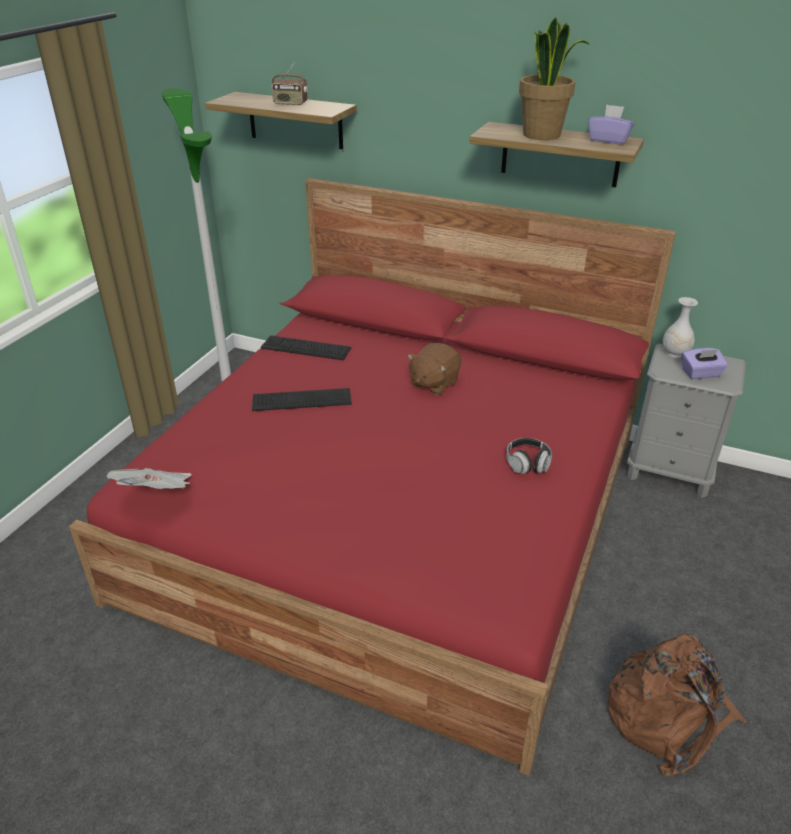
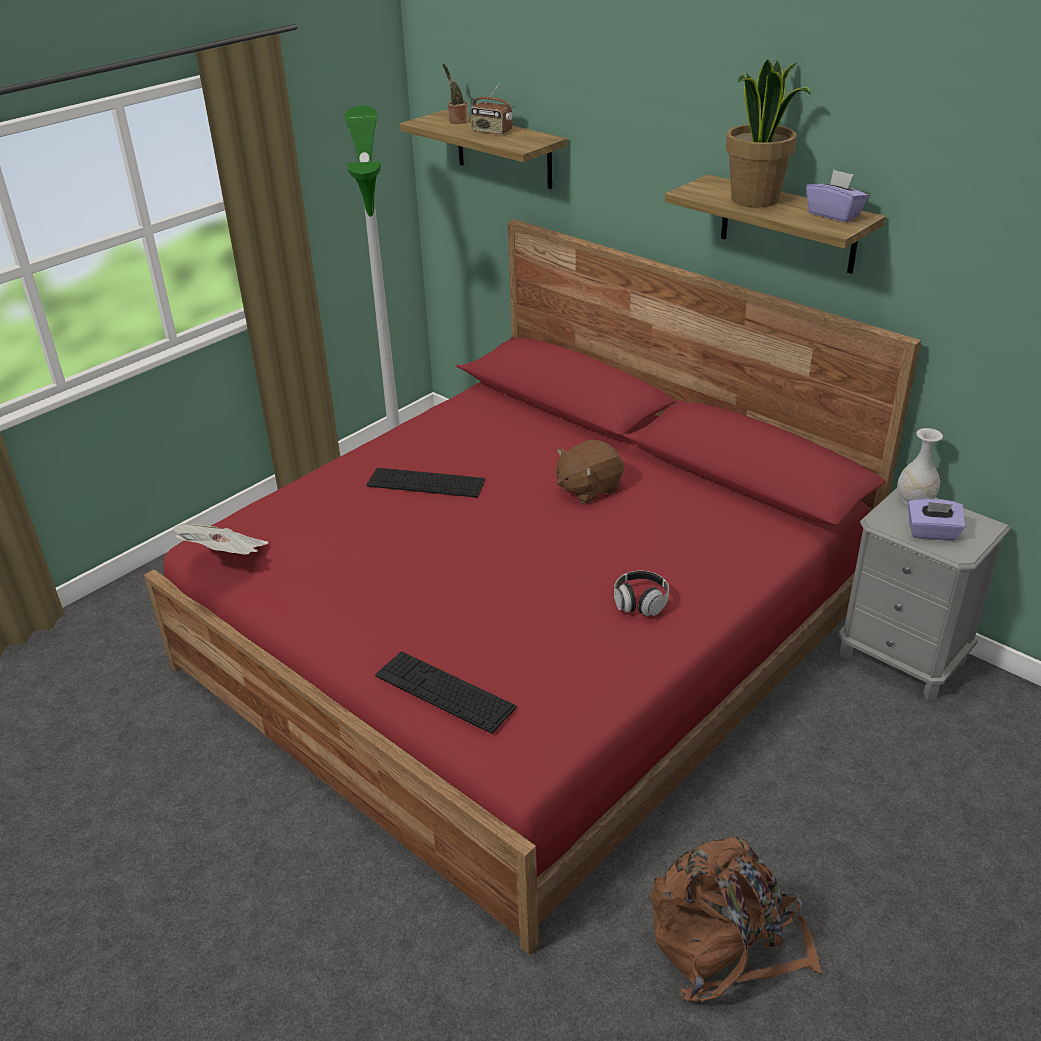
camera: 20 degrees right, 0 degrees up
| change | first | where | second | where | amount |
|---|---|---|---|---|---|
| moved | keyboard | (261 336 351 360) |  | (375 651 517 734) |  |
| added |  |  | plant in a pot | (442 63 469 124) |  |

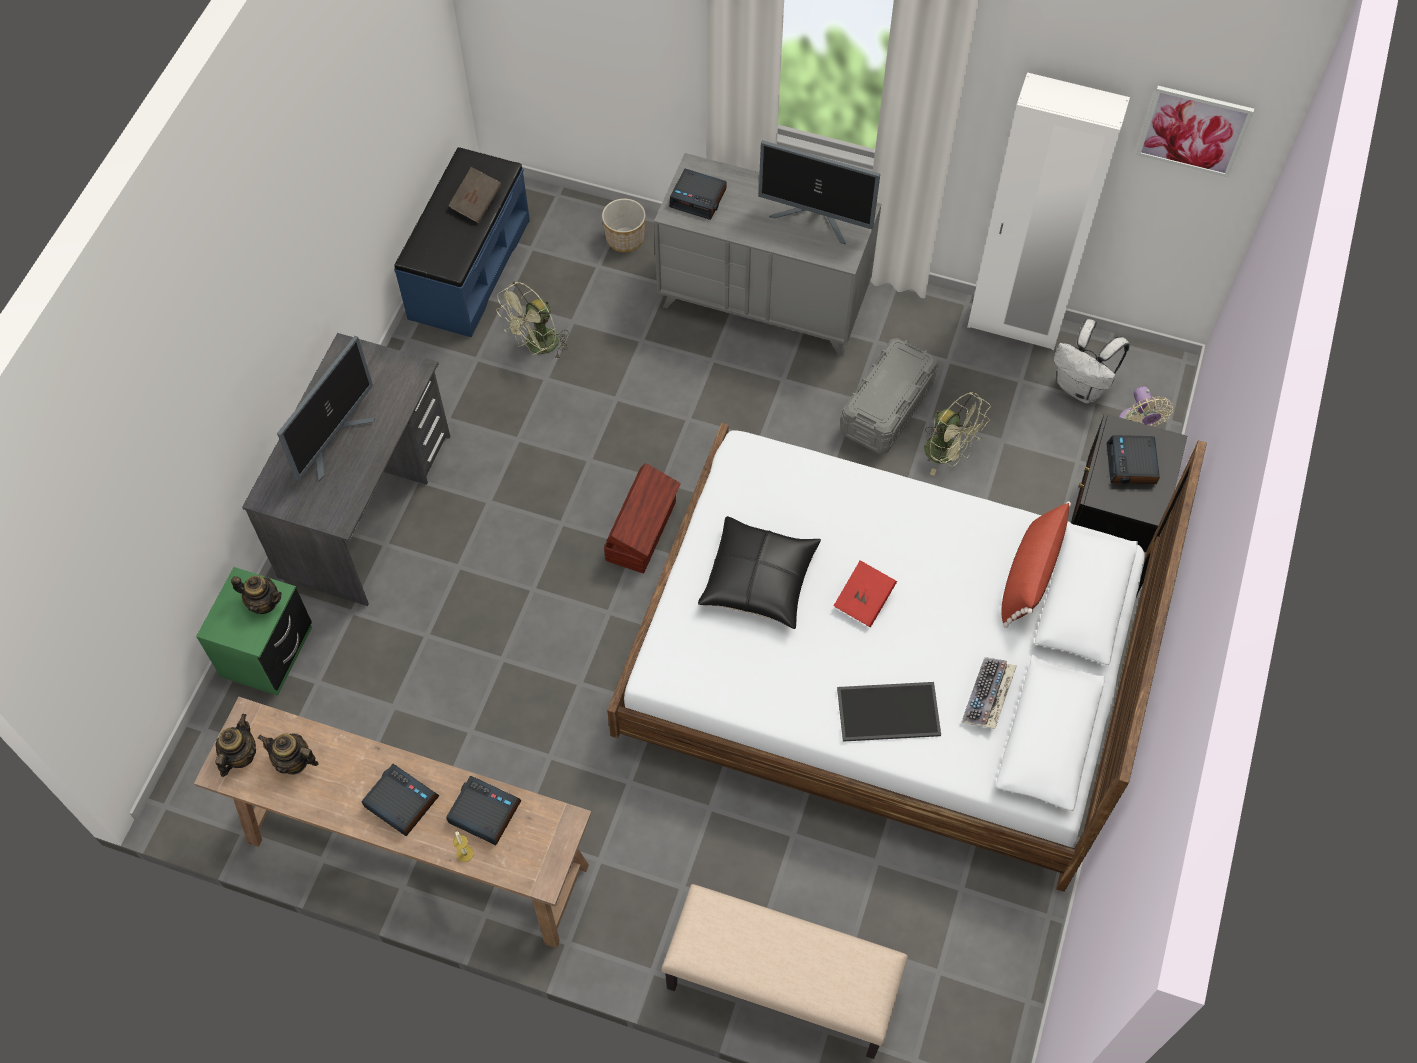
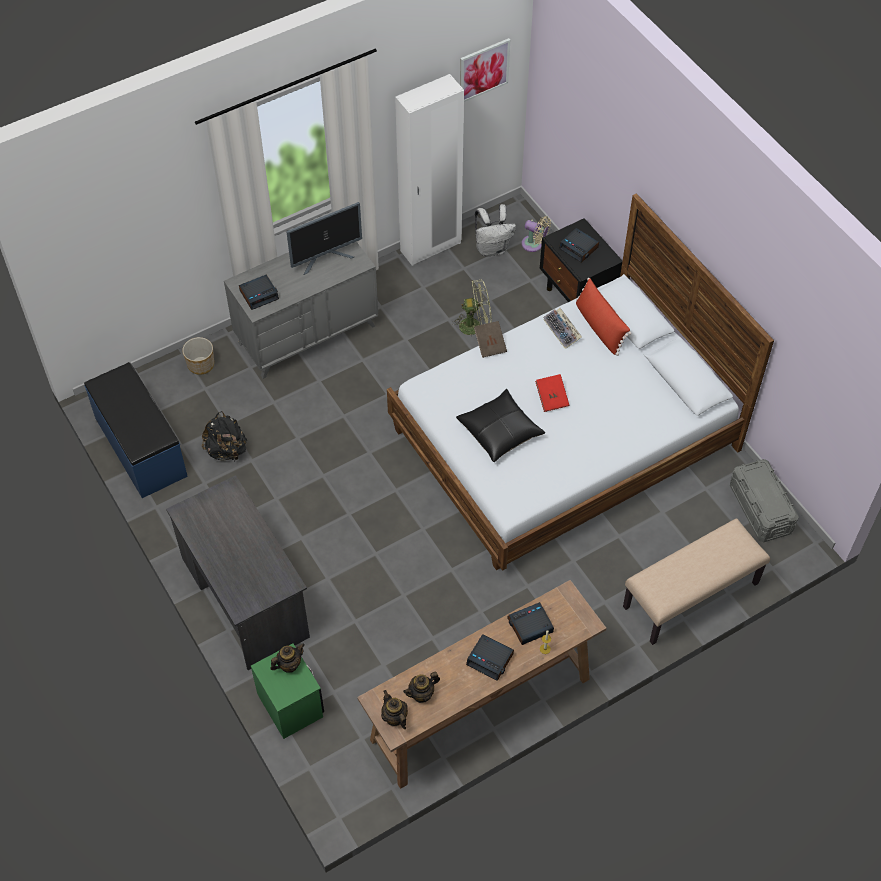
camera: 50 degrees left, 5 degrees down
| change | first | where | second | where | amount |
|---|---|---|---|---|---|
| moved | book/brown | (448 167 502 223) |  | (474 321 507 358) |  |
| replaced | cooling fan/green | (496 281 569 360) | rucksack/black | (201 411 247 462) |  |
| removed | monitor | (277 336 375 482) |  |  |  |
| moved | storage bin/grey | (840 338 938 454) |  | (730 459 798 543) |  |
| removed | storage bin/brown | (604 463 681 573) |  |  |  |
| moved | keyboard | (962 657 1017 728) |  | (543 308 582 349) |  |
| removed | serving tray | (837 682 941 742) |  |  |  |
| turned | table clock | (362 764 440 836) |  | (466 634 514 681) | 135 degrees counterclockwise |

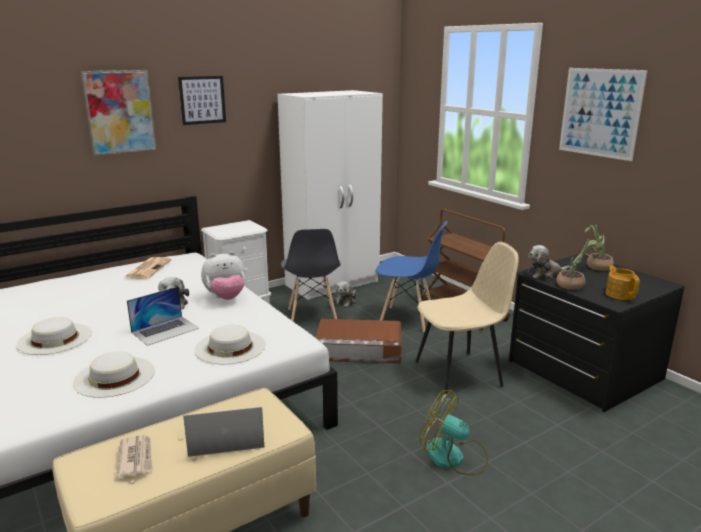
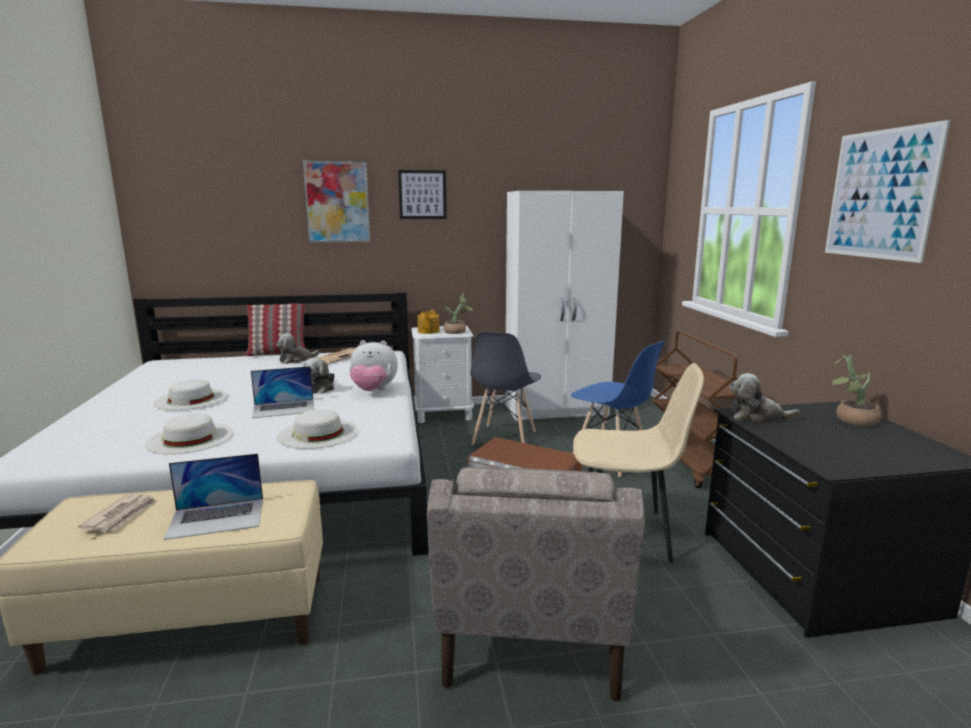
camera: 25 degrees right, 5 degrees down
| change | first | where | second | where | amount |
|---|---|---|---|---|---|
| moved | plant in a pot | (557 239 597 290) |  | (444 293 473 334) |  |
| moved | tea pot | (606 265 640 300) |  | (418 310 440 334) |  |
| moved | plush toy | (335 281 356 307) |  | (276 334 319 364) |  |
| replaced | cooling fan | (420 390 488 475) | easy chair/sand-coloured | (427 467 645 701) |  |
| turned | notebook computer | (183 407 264 457) |  | (164 453 263 540) | 150 degrees clockwise |
| added |  |  | cushion | (246 303 306 356) |  |

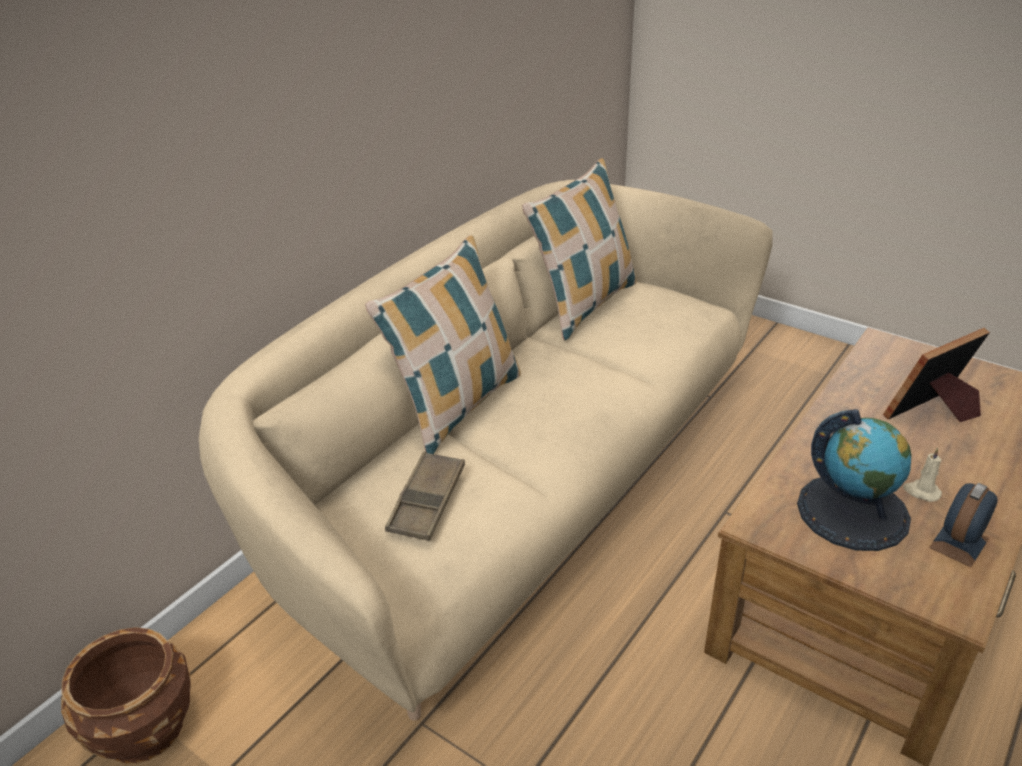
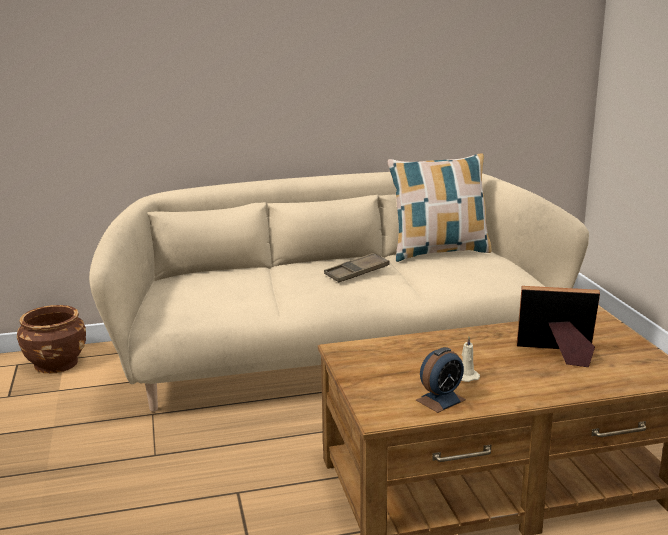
camera: 40 degrees right, 15 degrees down
| change | first | where | second | where | amount |
|---|---|---|---|---|---|
| removed | cushion | (365 235 521 454) |  |  |  |
| removed | desk globe | (797 409 912 551) |  |  |  |
| moved | serving tray/brown | (385 451 465 541) |  | (324 253 390 282) |  |
| turned | table clock | (929 483 997 567) |  | (416 347 466 413) | 150 degrees clockwise |

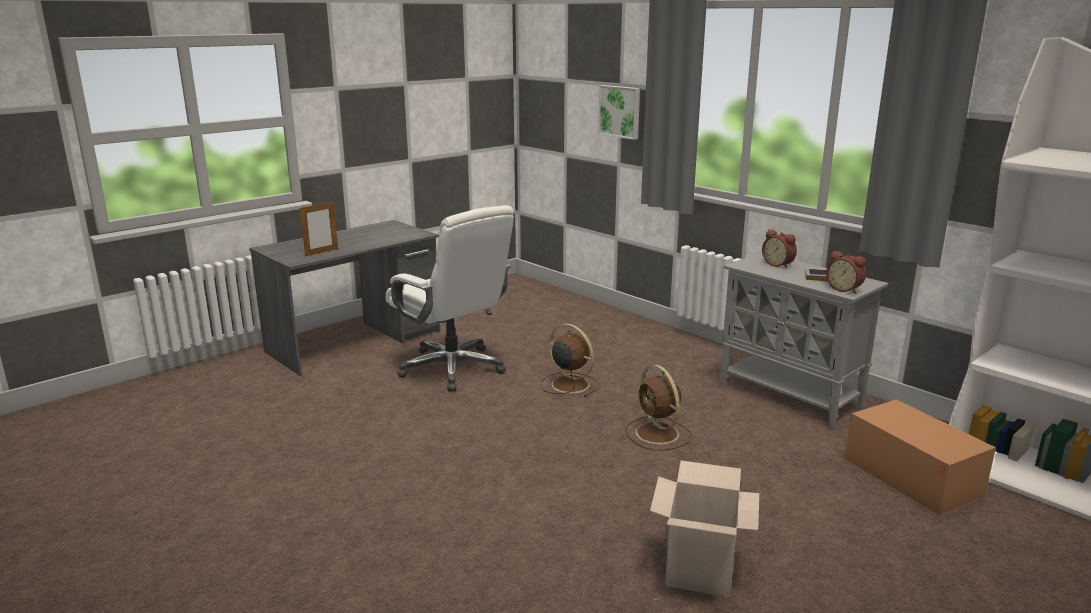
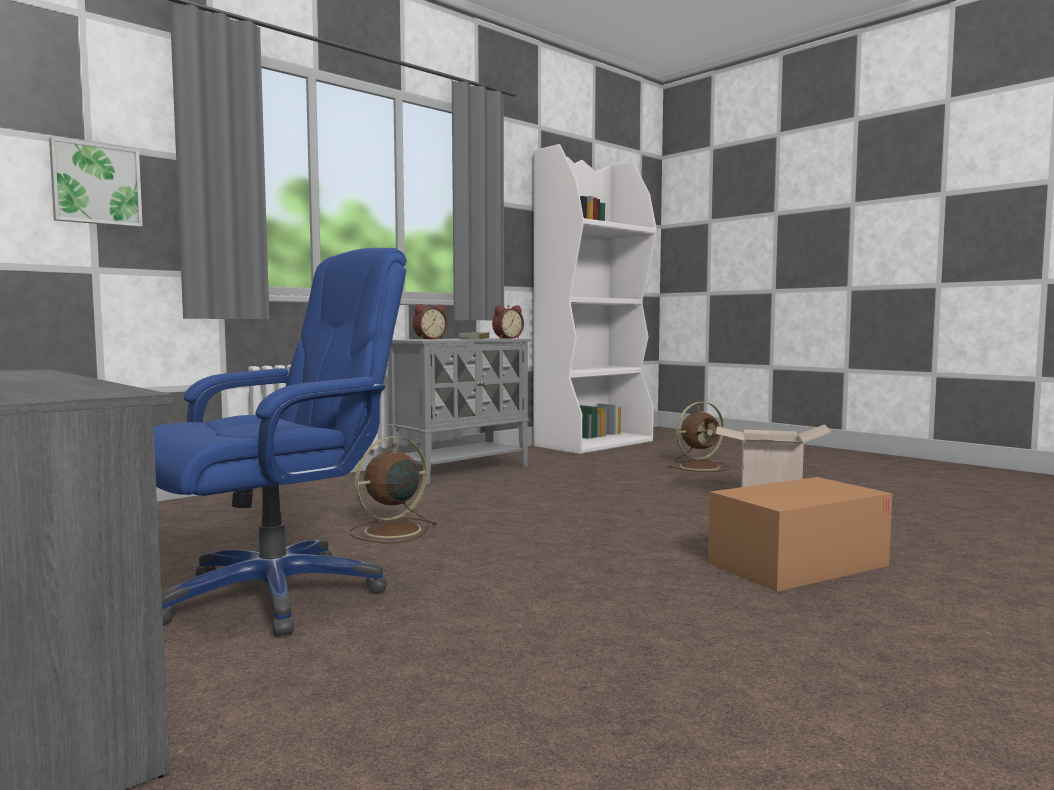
camera: 90 degrees left, 15 degrees down
| change | first | where | second | where | amount |
|---|---|---|---|---|---|
| removed | photo frame | (300 202 338 256) |  |  |  |
| recoloured | office chair/whitish | (386 205 514 391) | office chair/blue | (154 248 406 637) |  |
| moved | cooling fan/brown | (625 365 692 450) |  | (668 402 730 472) |  |
| moved | carton | (845 399 996 515) |  | (708 477 892 591) |  |

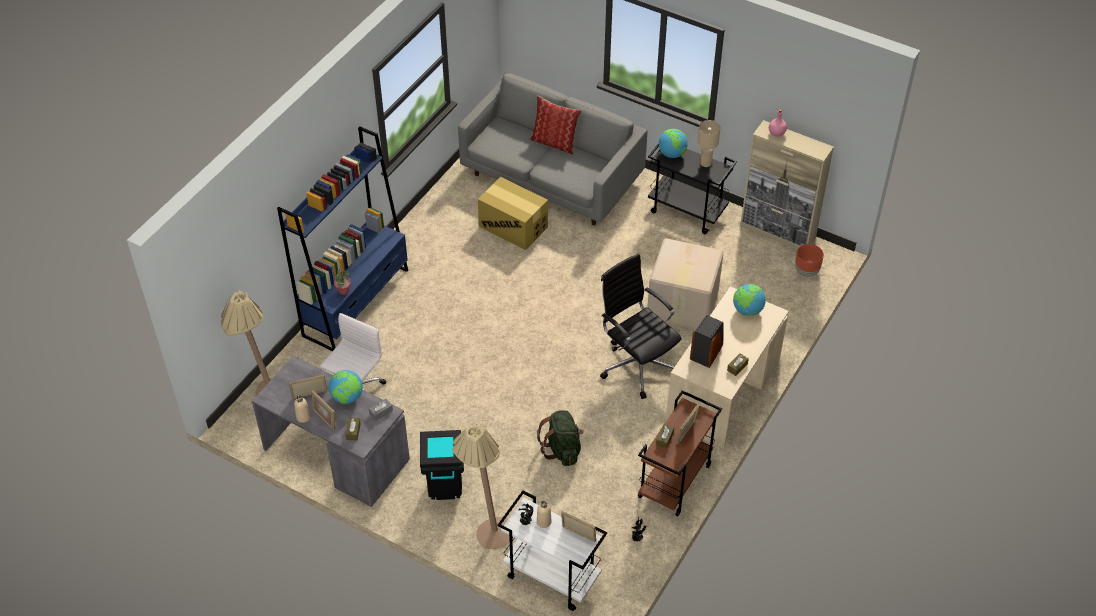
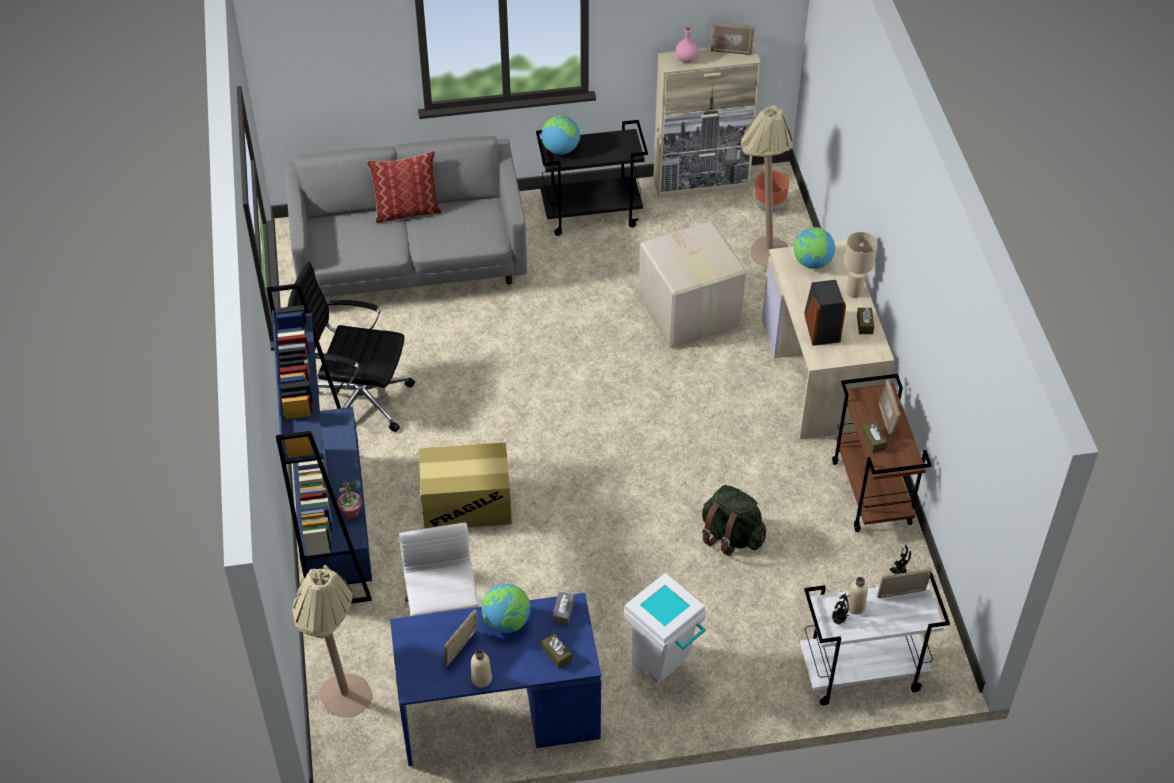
camera: 40 degrees left, 0 degrees up
| change | first | where | second | where | amount |
|---|---|---|---|---|---|
| moved | table lamp/sand-coloured | (698 120 721 167) |  | (844 232 878 298) |  |
| moved | carton | (478 177 548 250) |  | (419 442 512 528) |  |
| moved | office chair/black | (600 254 682 399) |  | (287 262 415 432) |  |
| recoloured | desk table/grey | (252 356 410 507) | desk table/blue | (390 593 601 766) |  |
| moved | photo frame | (311 390 335 430) |  | (711 23 754 55) |  |
| moved | floor lamp/sand-coloured | (452 424 510 549) |  | (741 105 792 267) |  |
| recoloured | trash can/black | (420 430 464 500) | trash can/whitish | (625 573 706 683) |  |

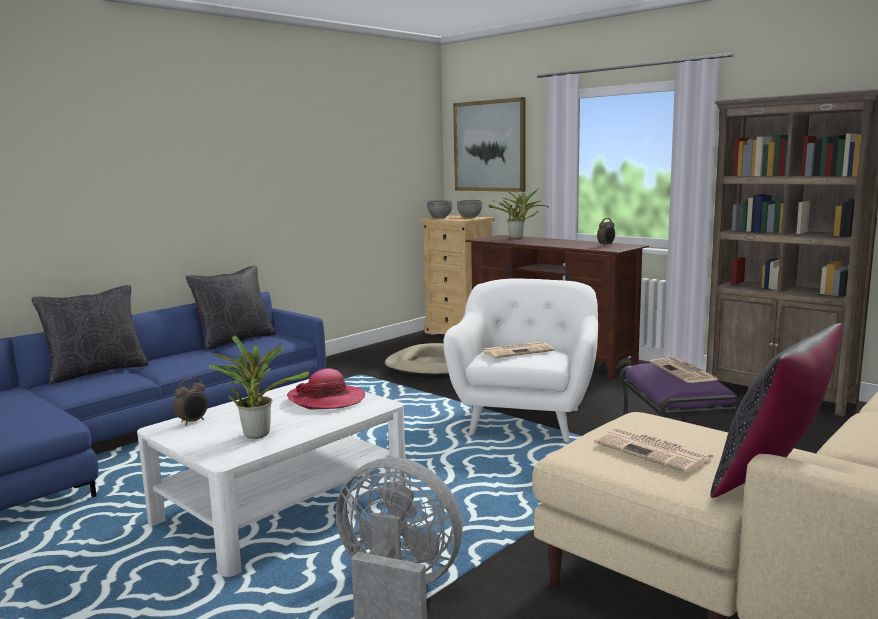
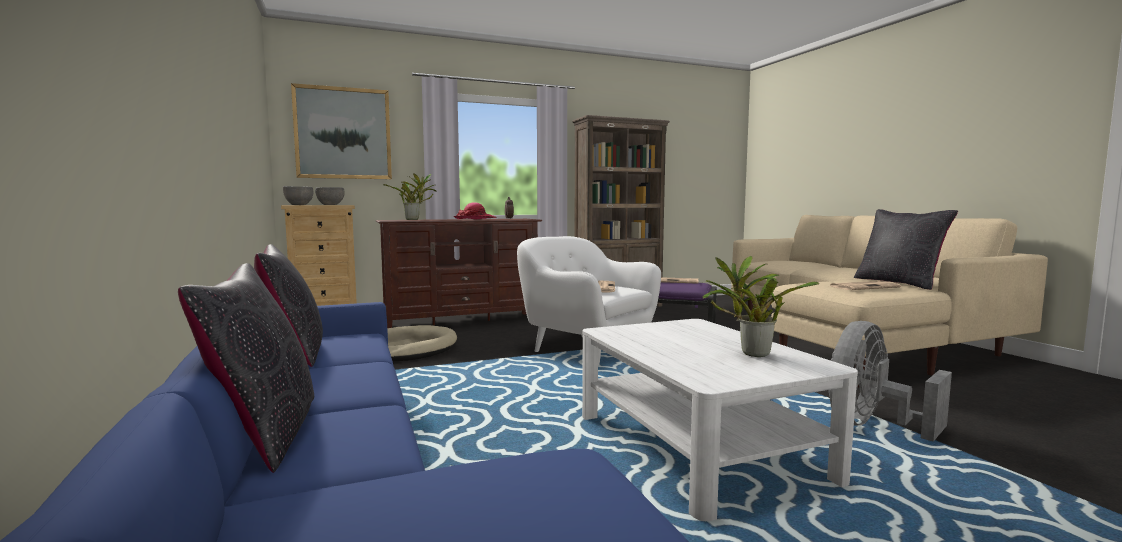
camera: 65 degrees left, 5 degrees down
| change | first | where | second | where | amount |
|---|---|---|---|---|---|
| moved | wearable hat | (287 368 365 410) |  | (454 202 497 219) |  |
| removed | table clock | (173 378 208 426) |  |  |  |

